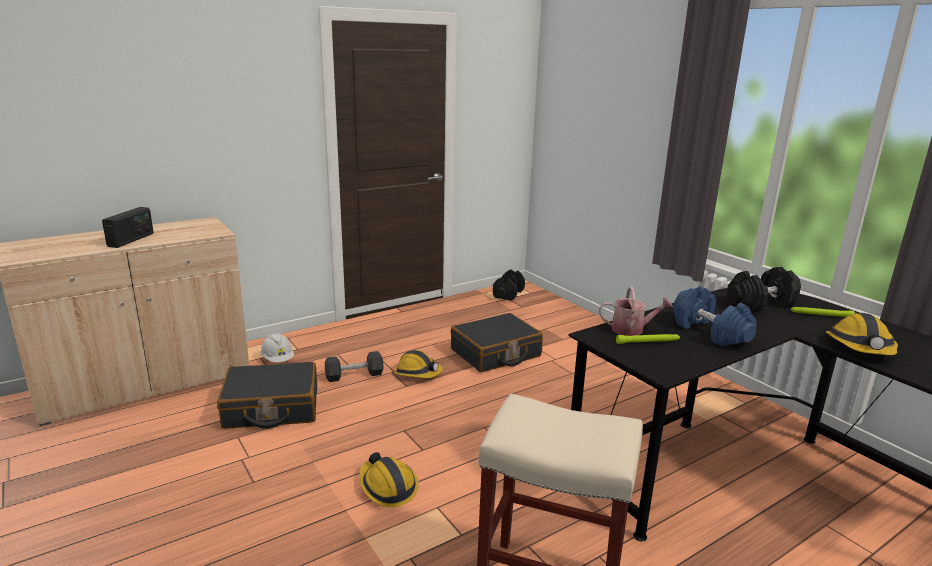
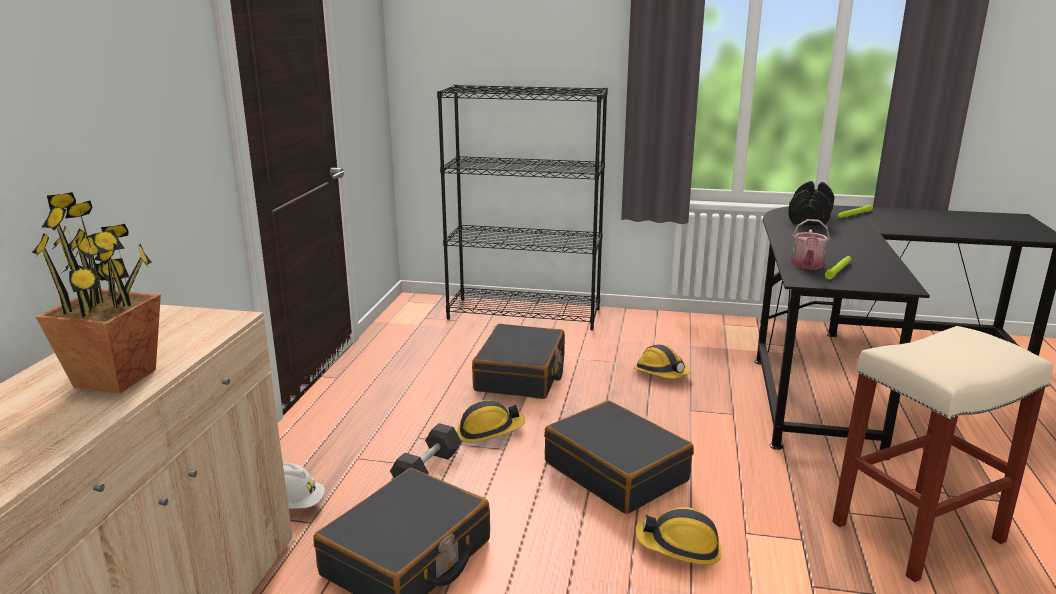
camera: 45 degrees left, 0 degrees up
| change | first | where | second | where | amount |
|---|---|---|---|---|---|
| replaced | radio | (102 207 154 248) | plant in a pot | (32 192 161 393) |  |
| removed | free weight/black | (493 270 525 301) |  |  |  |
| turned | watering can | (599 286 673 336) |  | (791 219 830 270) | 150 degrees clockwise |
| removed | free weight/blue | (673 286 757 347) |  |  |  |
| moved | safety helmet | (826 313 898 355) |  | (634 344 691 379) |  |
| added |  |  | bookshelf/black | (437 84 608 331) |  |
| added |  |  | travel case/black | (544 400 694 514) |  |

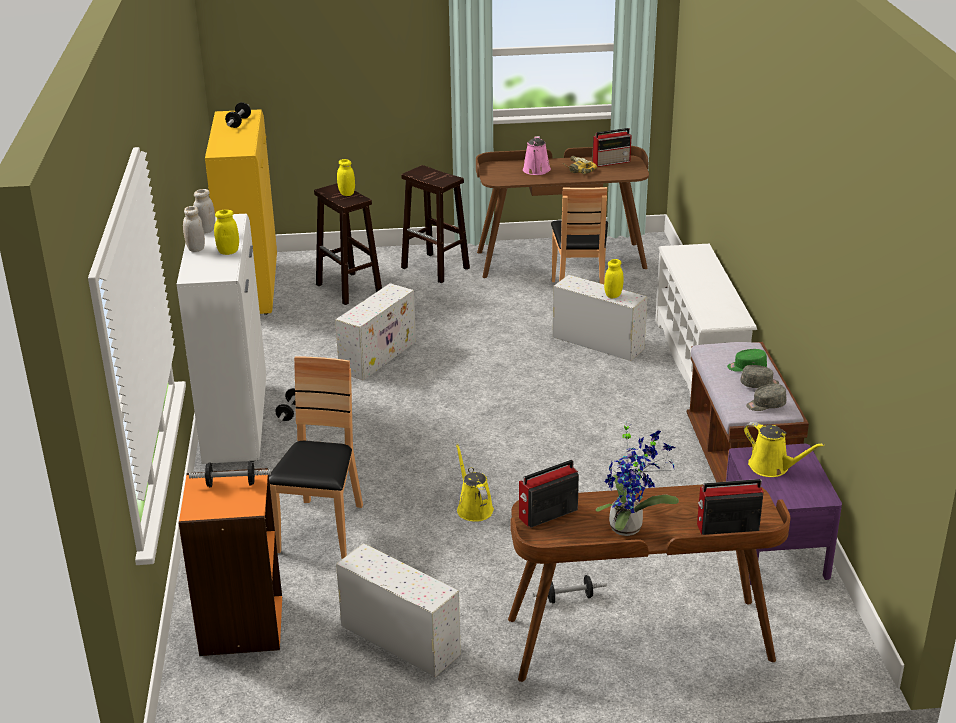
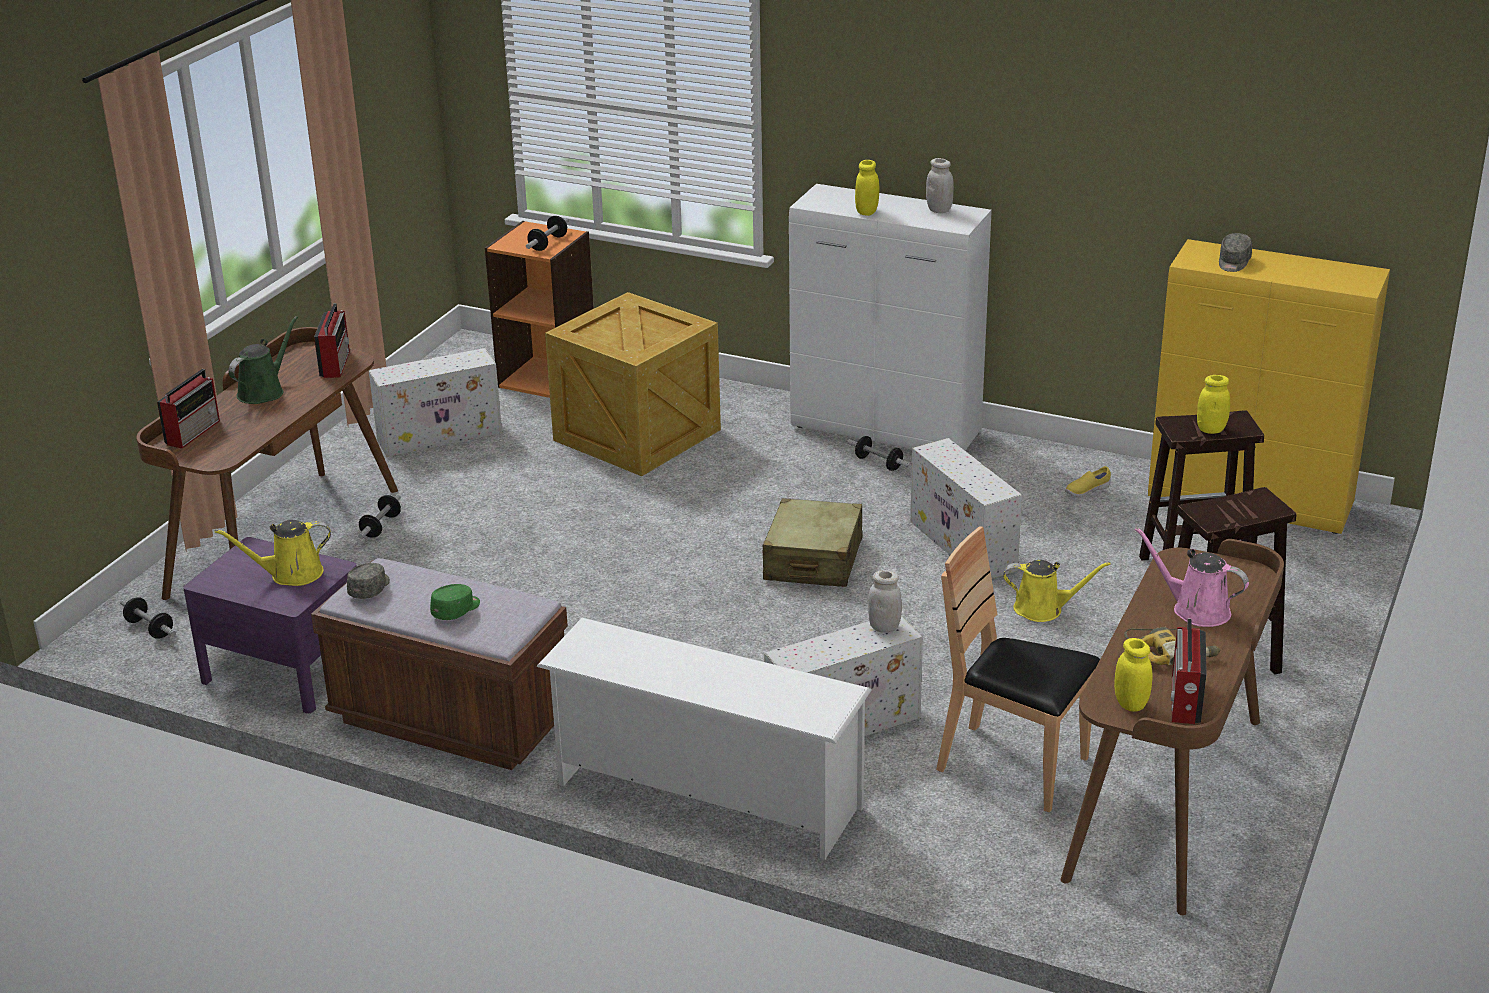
camera: 120 degrees right, 0 degrees up
| change | first | where | second | where | amount |
|---|---|---|---|---|---|
| moved | free weight | (225 102 251 128) |  | (120 597 176 639) |  |
| moved | jar/whitish | (183 206 205 252) |  | (868 570 902 633) |  |
| moved | jar/yellow | (604 259 624 299) |  | (1114 638 1152 712) |  |
| replaced | upright chair/brown | (269 356 363 559) | shipping crate | (545 292 721 476) |  |
| moved | cap/grey | (740 365 779 388) |  | (1219 233 1252 272) |  |
| replaced | plant in a pot | (596 420 679 536) | watering can/green | (229 316 298 404) |  |
| moved | watering can/yellow | (456 444 494 522) |  | (1003 560 1111 622) |  |
| added |  |  | item of footwear/yellow | (1065 466 1111 497) |  |
| added |  |  | travel case/sand-coloured | (762 498 863 587) |  |

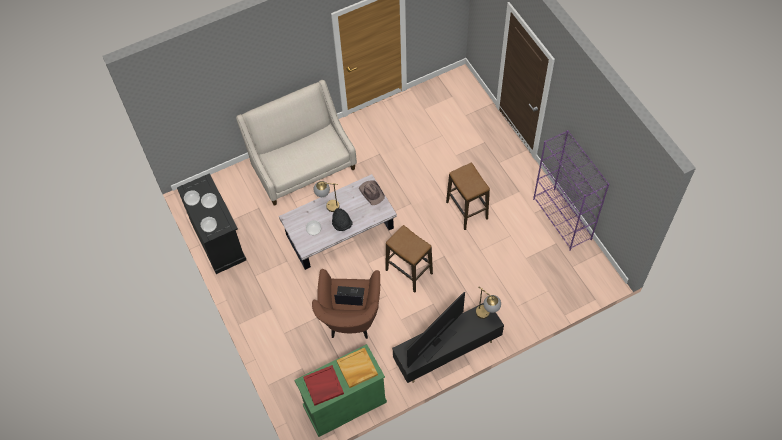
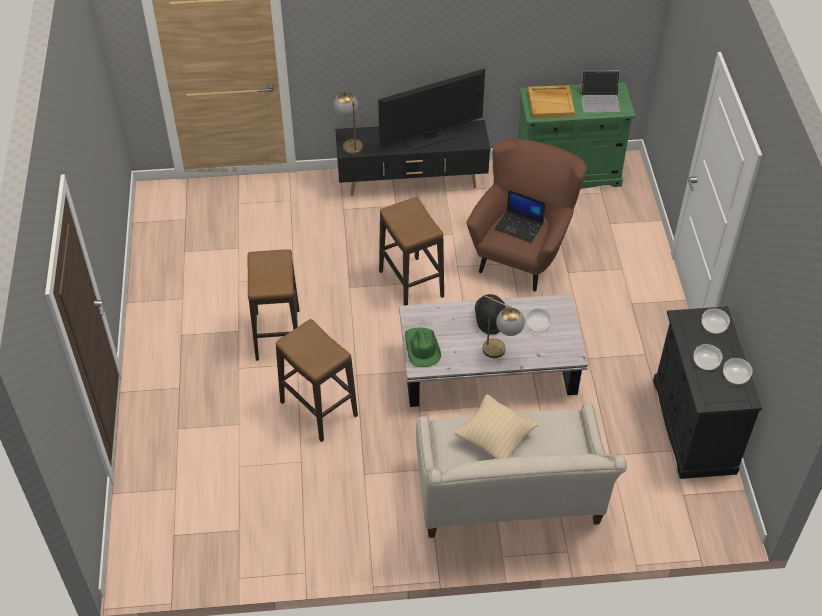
camera: 160 degrees left, 10 degrees down
| change | first | where | second | where | amount |
|---|---|---|---|---|---|
| removed | bookshelf/purple-coloured | (533 130 609 251) |  |  |  |
| recoloured | wearable hat/brown | (359 180 385 205) | wearable hat/green | (405 328 441 367) |  |
| replaced | serving tray/reddish | (303 365 344 406) | notebook computer | (581 71 620 112) |  |
| added |  |  | sitting stool | (276 319 358 442) |  |
| added |  |  | cushion/sand-coloured | (454 394 538 459) |  |

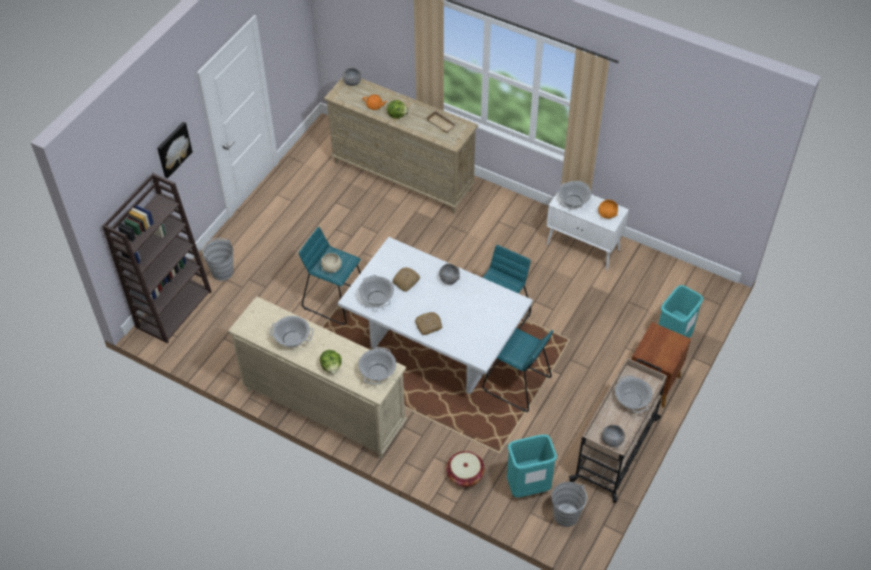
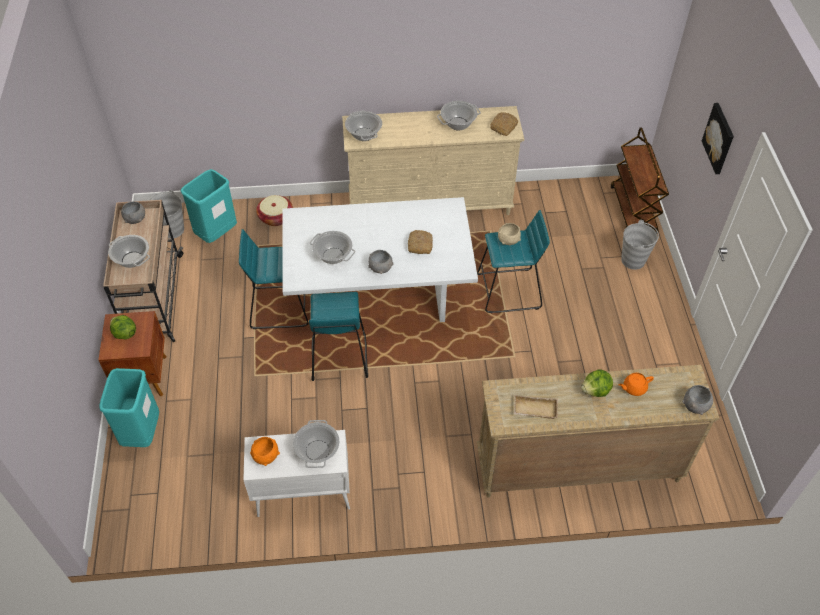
camera: 145 degrees right, 0 degrees up
| change | first | where | second | where | amount |
|---|---|---|---|---|---|
| replaced | bookshelf/brown | (102 173 212 344) | wheeled cart/brown | (611 127 669 234) |  |
| moved | stockpot | (359 275 394 308) |  | (310 231 355 264) |  |
| moved | bakery bread | (415 312 442 335) |  | (490 112 518 136) |  |
| moved | head of lettuce | (320 350 342 374) |  | (110 315 136 339) |  |

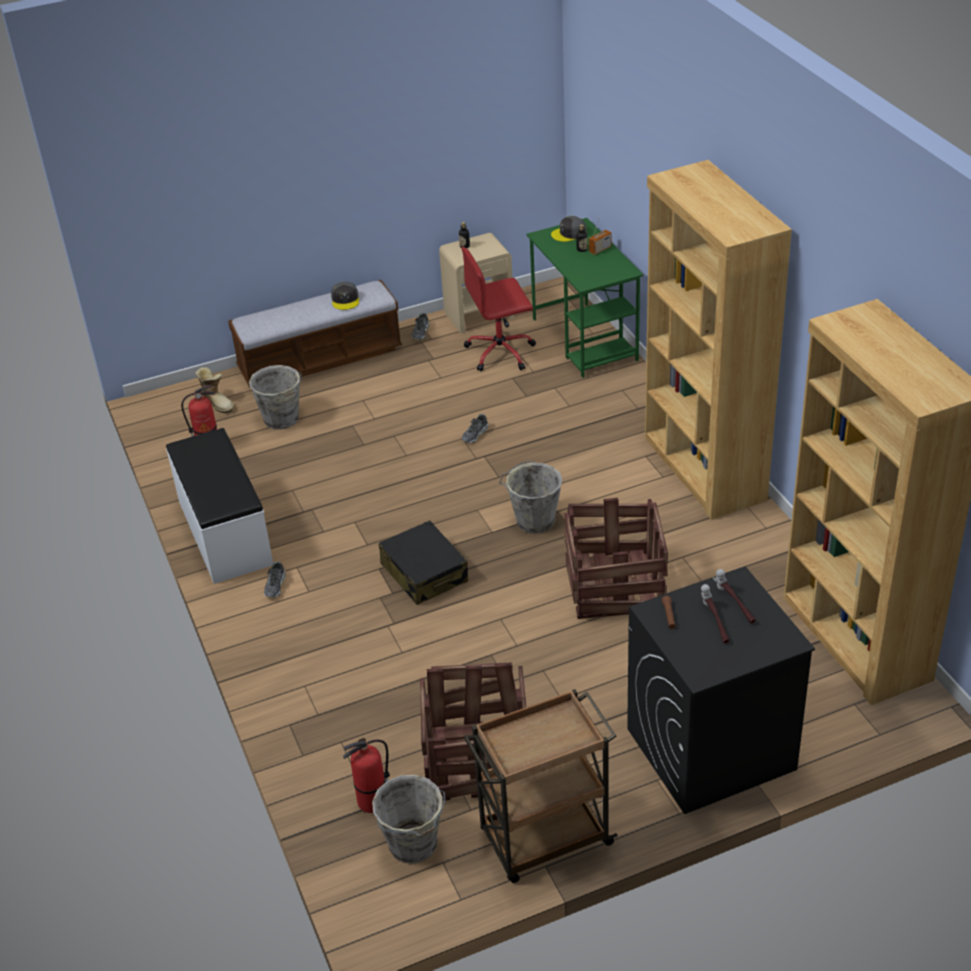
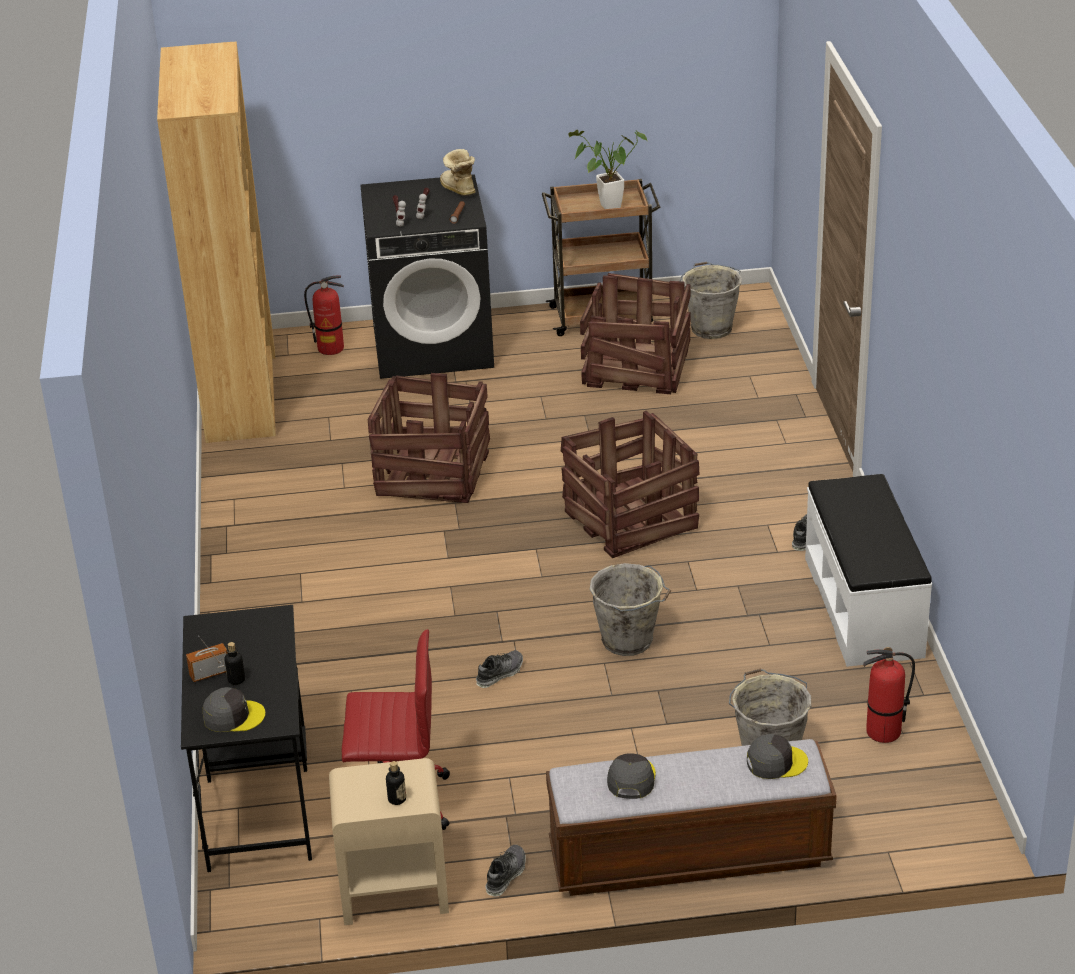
camera: 165 degrees left, 5 degrees down
| change | first | where | second | where | amount |
|---|---|---|---|---|---|
| removed | bookshelf/brown | (645 160 792 520) |  |  |  |
| recoloured | desk table/green | (527 218 643 378) | desk table/black | (181 605 312 872) |  |
| moved | high-top boot | (195 367 234 414) |  | (440 149 476 196) |  |
| moved | water bucket/grey | (499 461 562 534) |  | (590 563 671 656) |  |
| replaced | travel case/black | (379 520 468 605) | shipping crate | (561 411 700 558) |  |
| moved | extinguisher | (343 737 390 813) |  | (304 276 344 355) |  |
| added |  |  | plant in a pot | (568 130 648 209) |  |
| added |  |  | cap/grey | (747 734 808 779) |  |

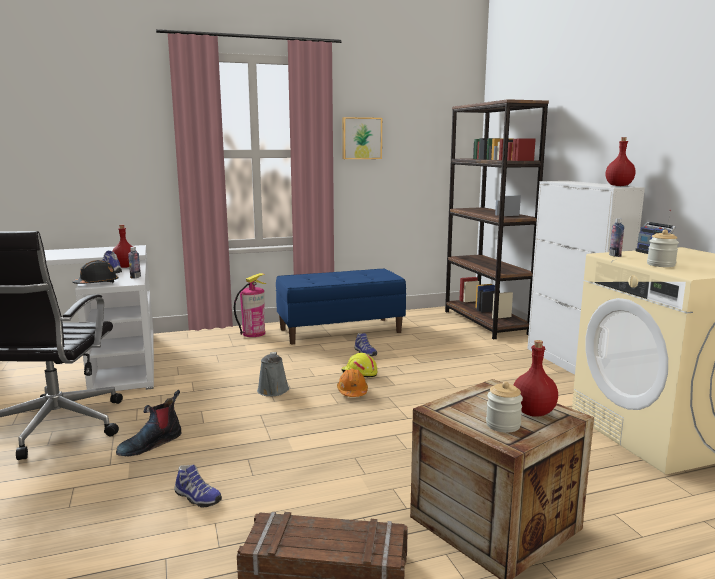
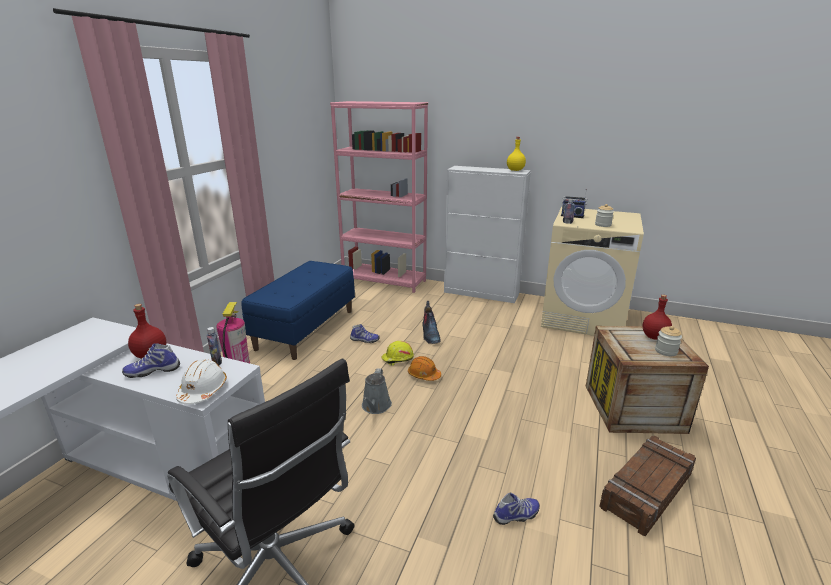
camera: 50 degrees left, 10 degrees up
| change | first | where | second | where | amount |
|---|---|---|---|---|---|
| recoloured | bookshelf/brown | (445 99 549 339) | bookshelf/pinkish | (330 101 428 293) |  |
| removed | wall art | (342 117 382 159) |  |  |  |
| recoloured | drink bottle/reddish | (606 137 635 186) | drink bottle/yellow | (507 137 526 171) |  |
| recoloured | safety helmet/black | (72 260 119 284) | safety helmet/whitish | (176 359 227 404) |  |
| turned | watering can/grey | (257 352 289 396) |  | (362 368 392 414) | 60 degrees clockwise |
| moved | high-top boot | (116 390 181 456) |  | (422 301 441 344) |  |

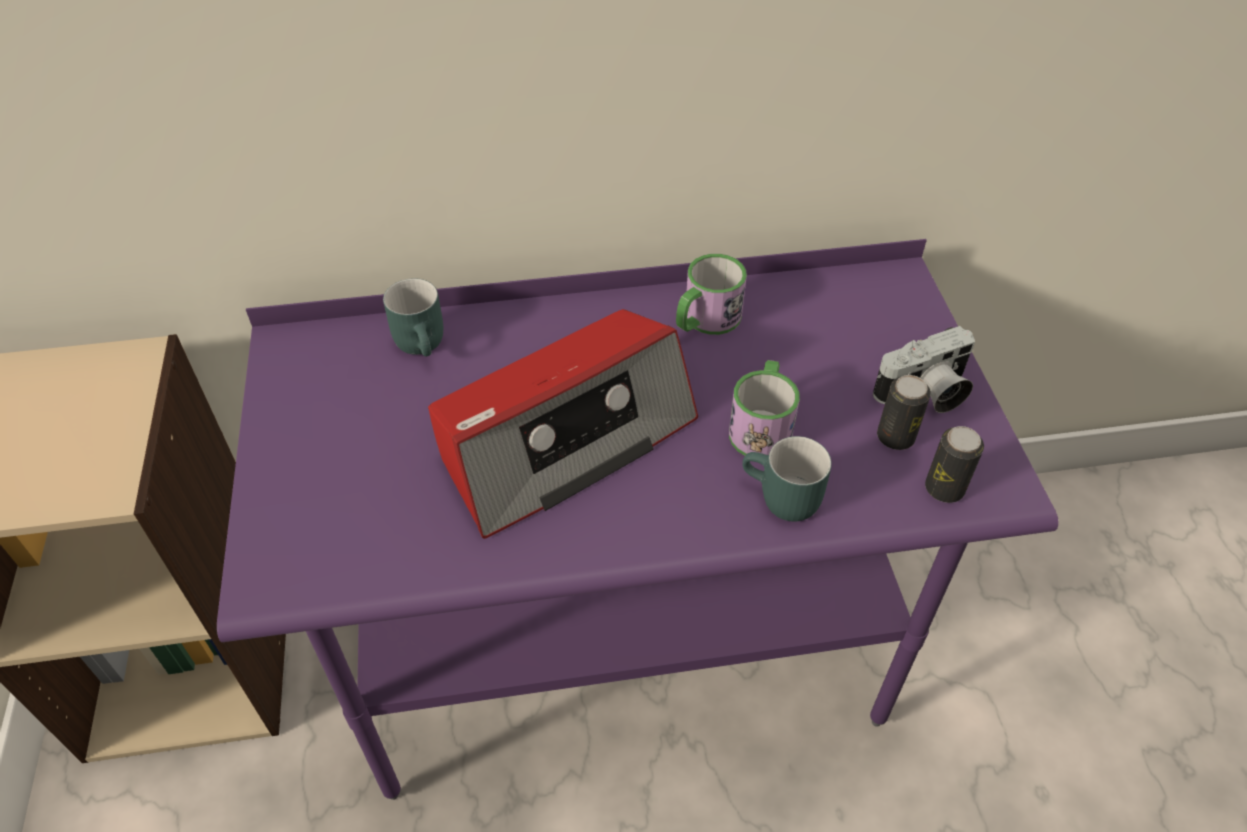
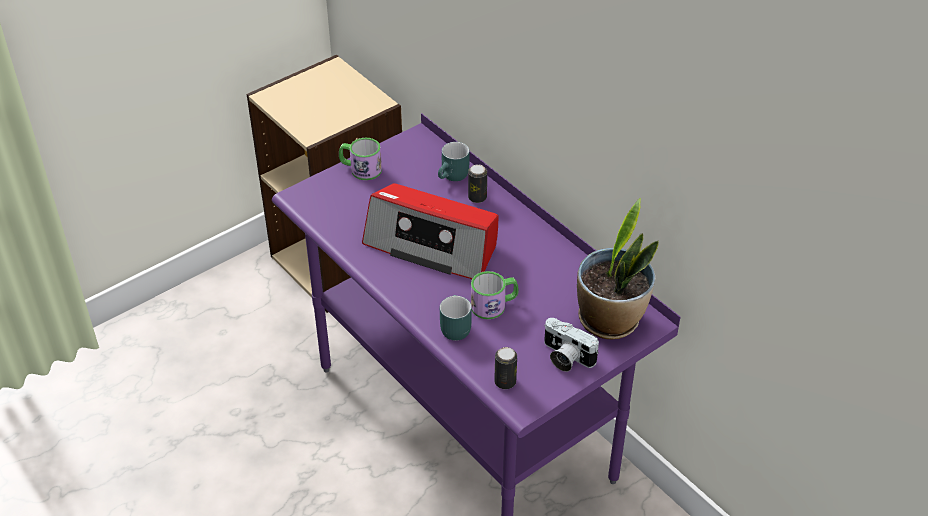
camera: 60 degrees right, 5 degrees down
| change | first | where | second | where | amount |
|---|---|---|---|---|---|
| moved | tea mug | (676 254 747 335) |  | (339 138 382 180) |  |
| moved | metal can | (877 375 931 450) |  | (468 164 487 203) |  |
| added |  |  | plant in a pot | (577 198 659 339) |  |

